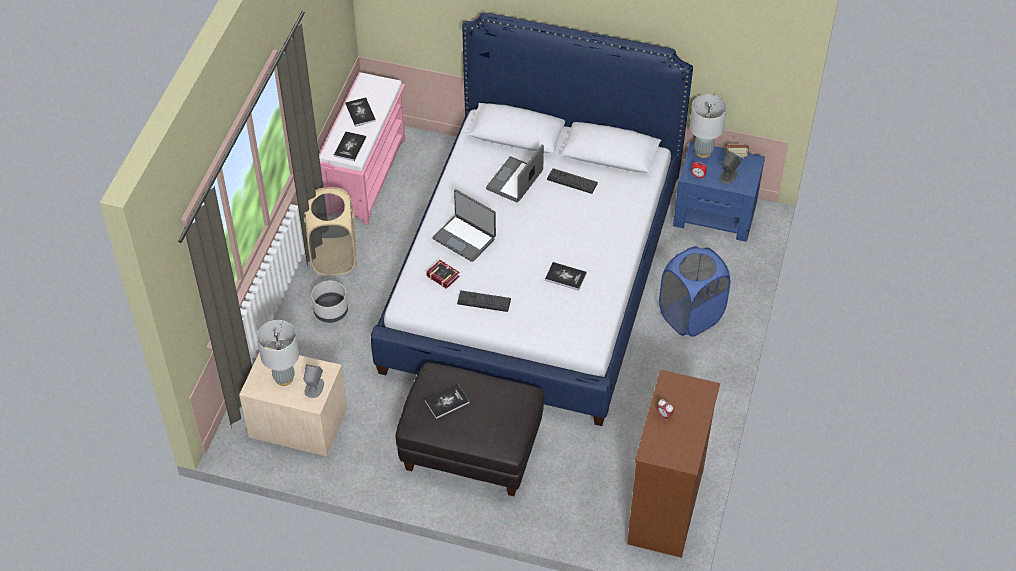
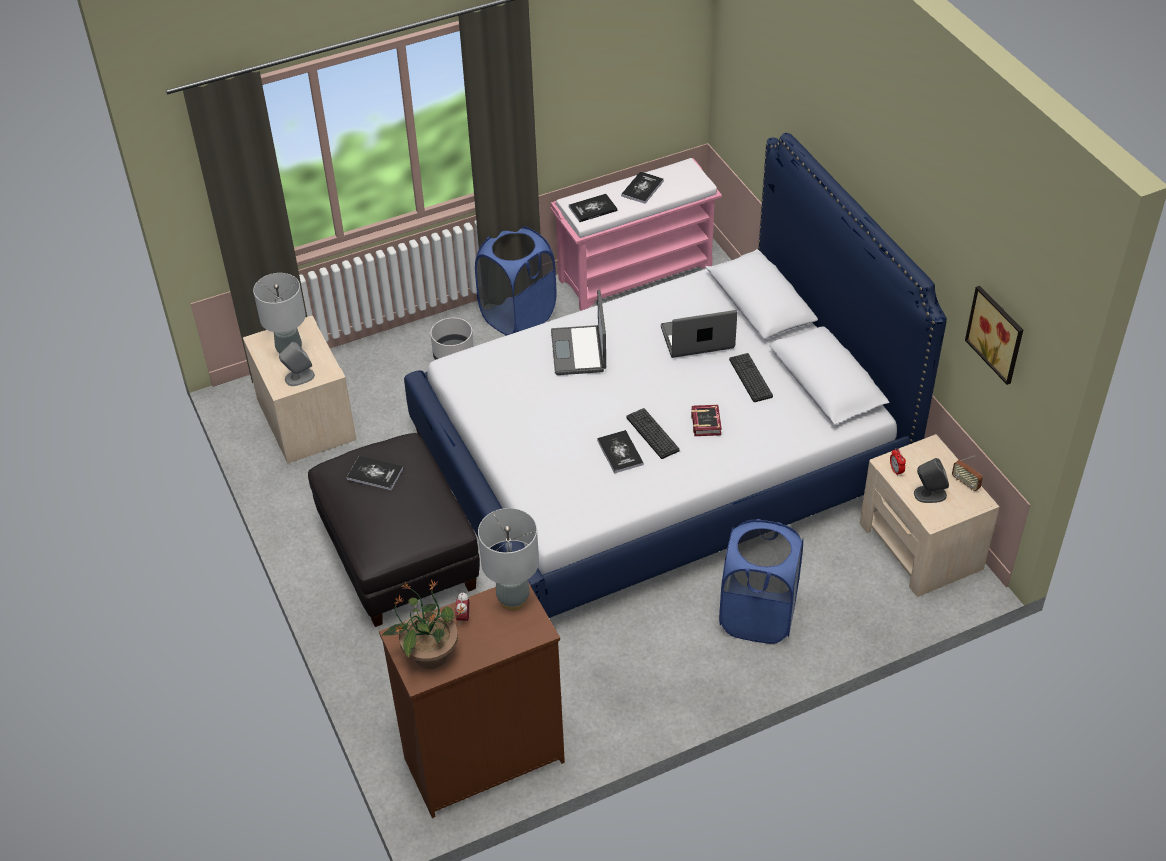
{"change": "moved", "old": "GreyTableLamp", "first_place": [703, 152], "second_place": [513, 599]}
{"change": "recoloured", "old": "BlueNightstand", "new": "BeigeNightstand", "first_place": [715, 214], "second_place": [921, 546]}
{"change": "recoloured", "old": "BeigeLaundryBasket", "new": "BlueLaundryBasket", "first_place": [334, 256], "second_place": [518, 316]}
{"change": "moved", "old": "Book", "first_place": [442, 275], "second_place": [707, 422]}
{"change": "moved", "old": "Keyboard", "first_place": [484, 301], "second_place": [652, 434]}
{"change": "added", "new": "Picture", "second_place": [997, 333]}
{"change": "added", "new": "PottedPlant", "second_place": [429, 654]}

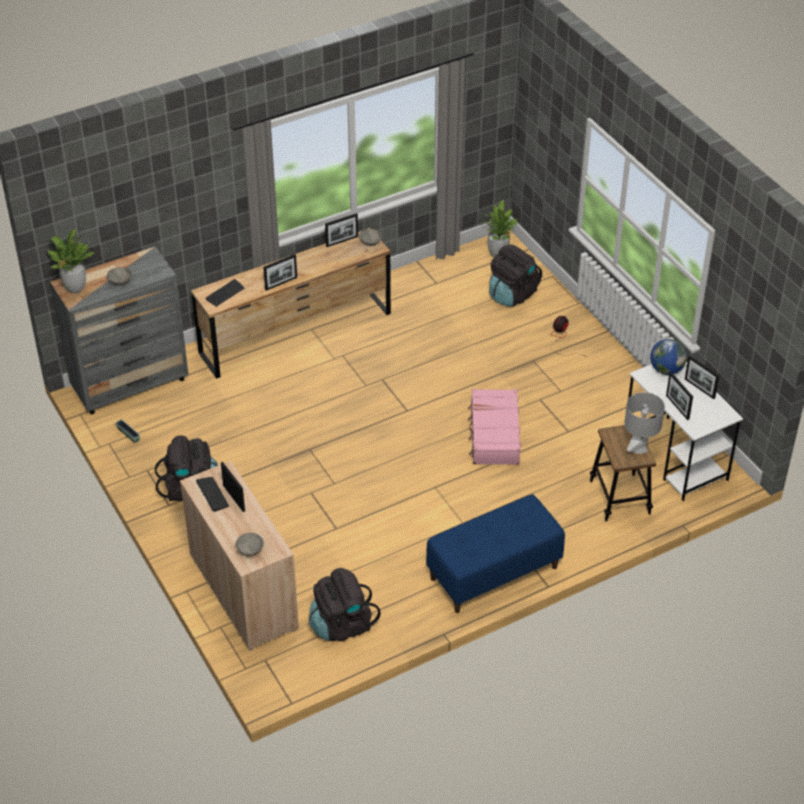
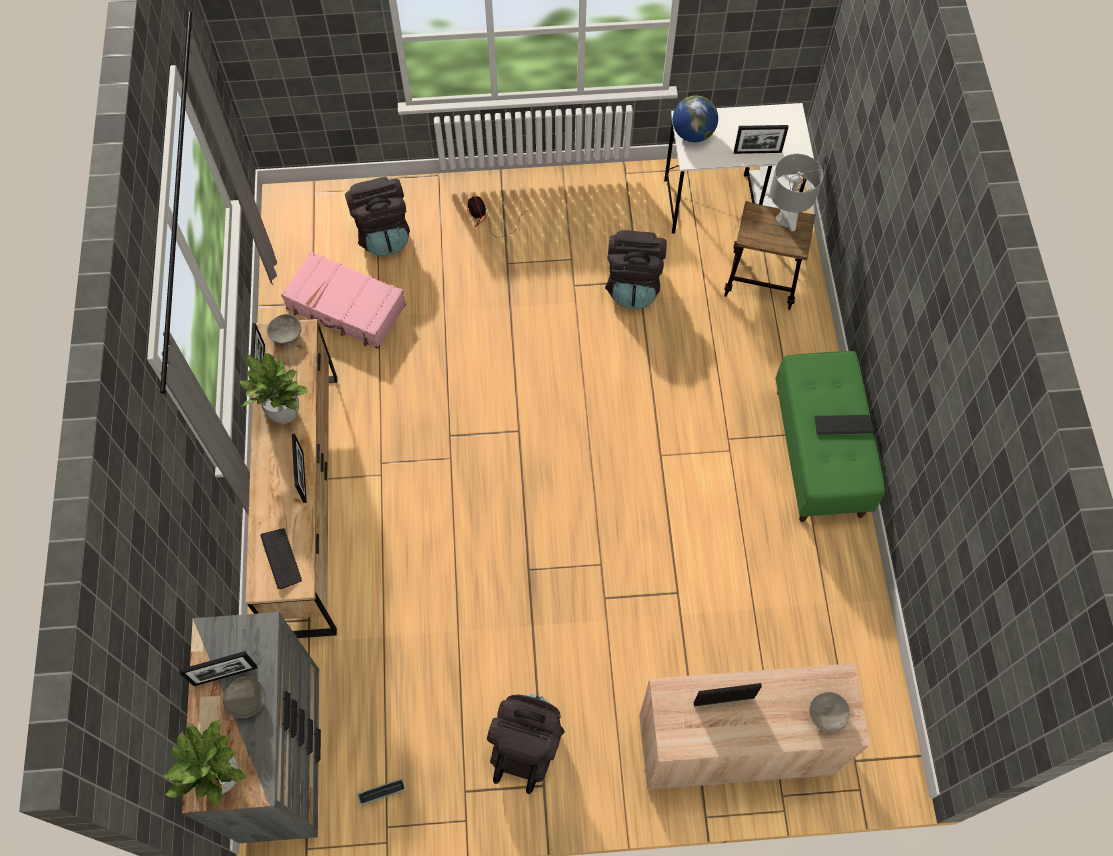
{"change": "moved", "old": "PottedPlant", "first_place": [497, 254], "second_place": [284, 413]}
{"change": "moved", "old": "PictureFrame", "first_place": [699, 388], "second_place": [225, 675]}
{"change": "moved", "old": "PinkSuitcase", "first_place": [494, 434], "second_place": [346, 308]}
{"change": "moved", "old": "Keyboard", "first_place": [212, 494], "second_place": [843, 425]}
{"change": "recoloured", "old": "BlueBench", "new": "GreenBench", "first_place": [493, 573], "second_place": [820, 453]}
{"change": "moved", "old": "BlackBackpack", "first_place": [342, 625], "second_place": [633, 284]}

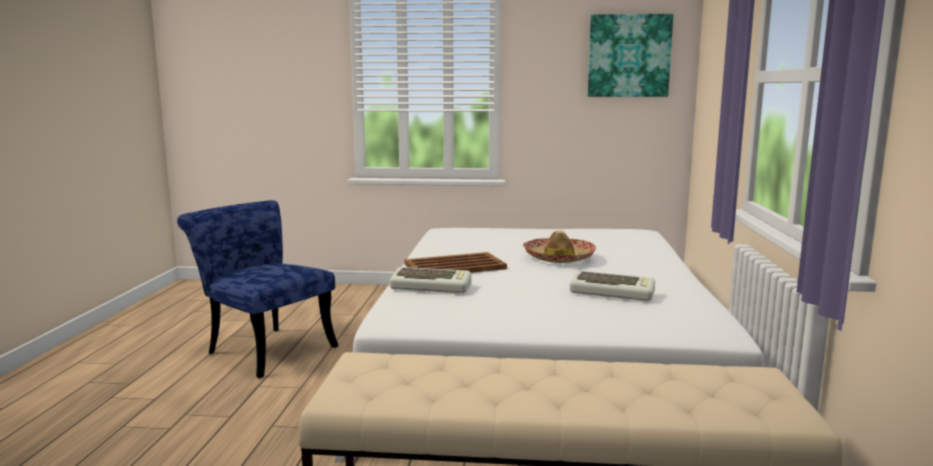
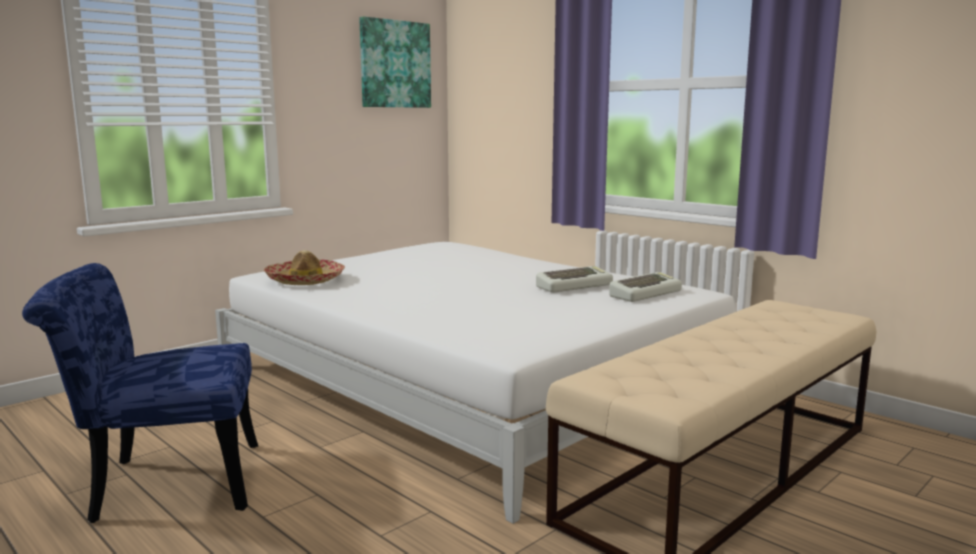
{"change": "moved", "old": "Hat", "first_place": [558, 258], "second_place": [305, 280]}
{"change": "removed", "old": "BrownTray", "first_place": [456, 266]}
{"change": "moved", "old": "Keyboard", "first_place": [432, 286], "second_place": [644, 293]}

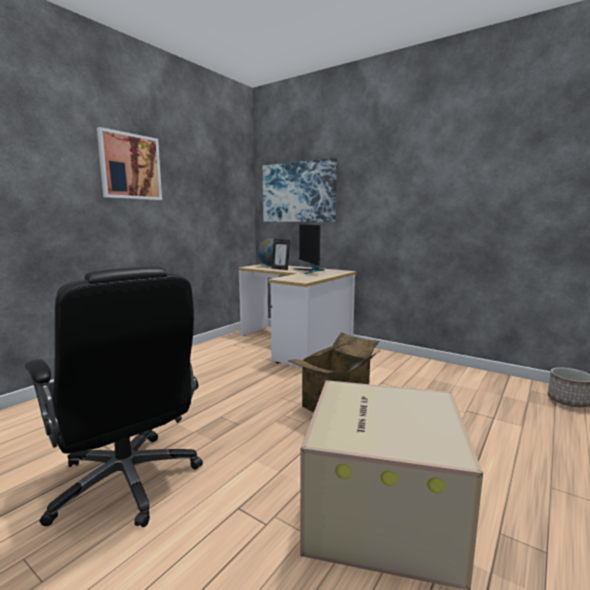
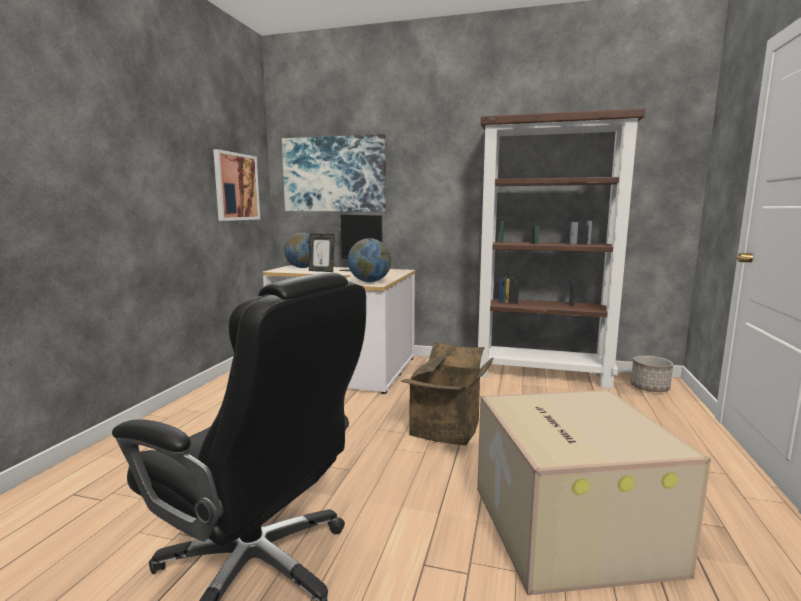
{"change": "moved", "old": "Picture", "first_place": [130, 166], "second_place": [236, 187]}
{"change": "added", "new": "BrownBookcase", "second_place": [543, 375]}
{"change": "added", "new": "Globe", "second_place": [369, 281]}

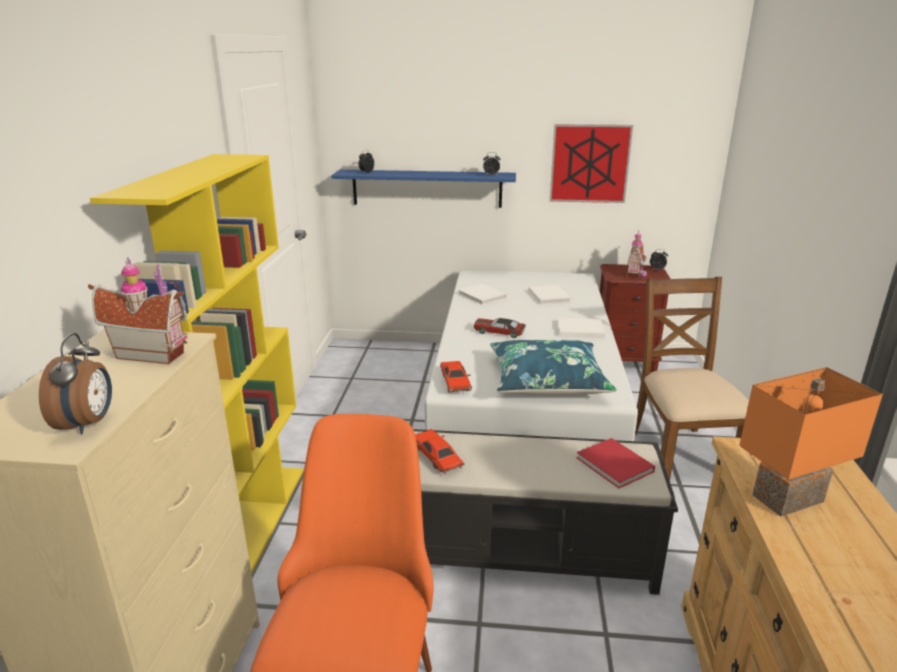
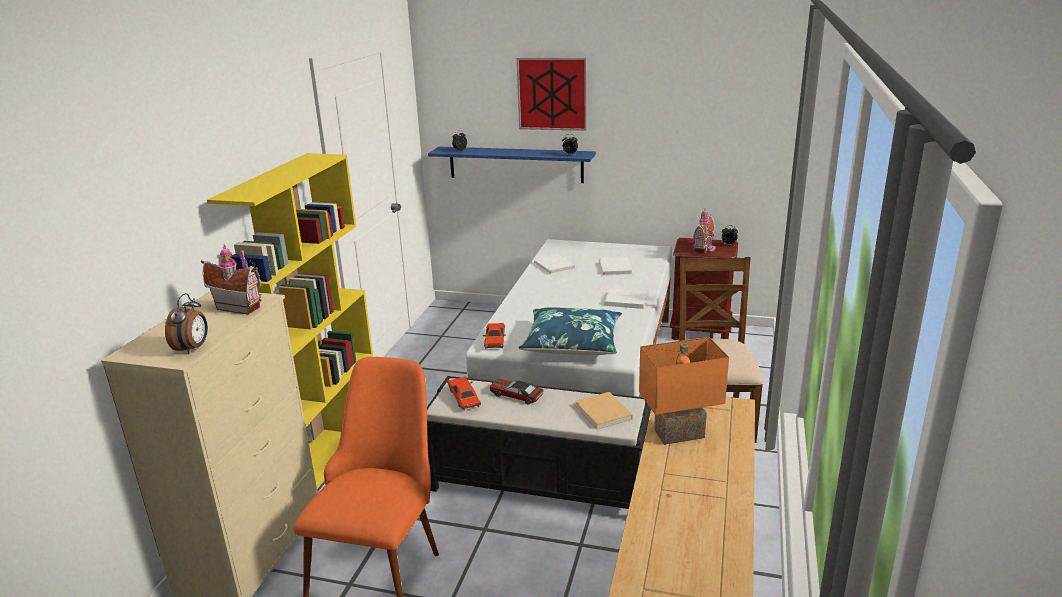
{"change": "moved", "old": "Picture", "first_place": [589, 163], "second_place": [552, 94]}
{"change": "moved", "old": "ToyCar", "first_place": [499, 332], "second_place": [516, 395]}
{"change": "recoloured", "old": "RedBook", "new": "BeigeBook", "first_place": [616, 466], "second_place": [604, 413]}

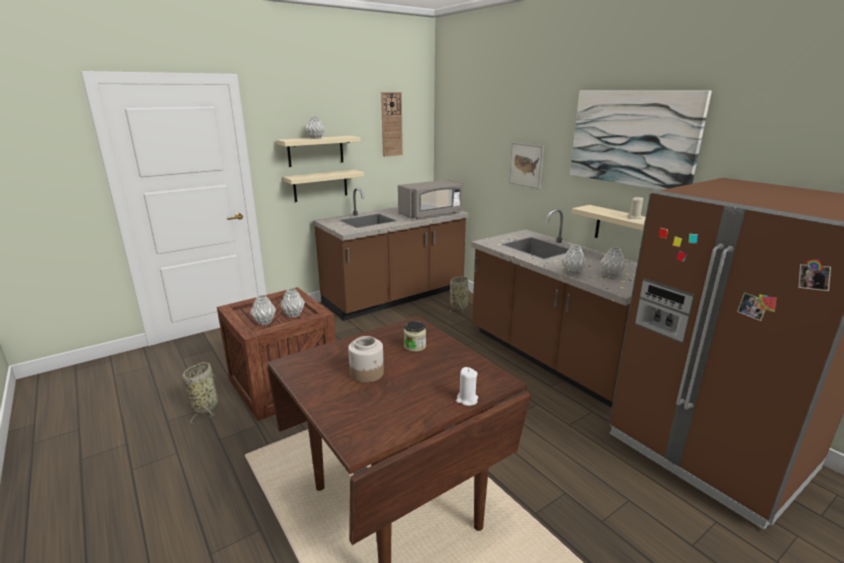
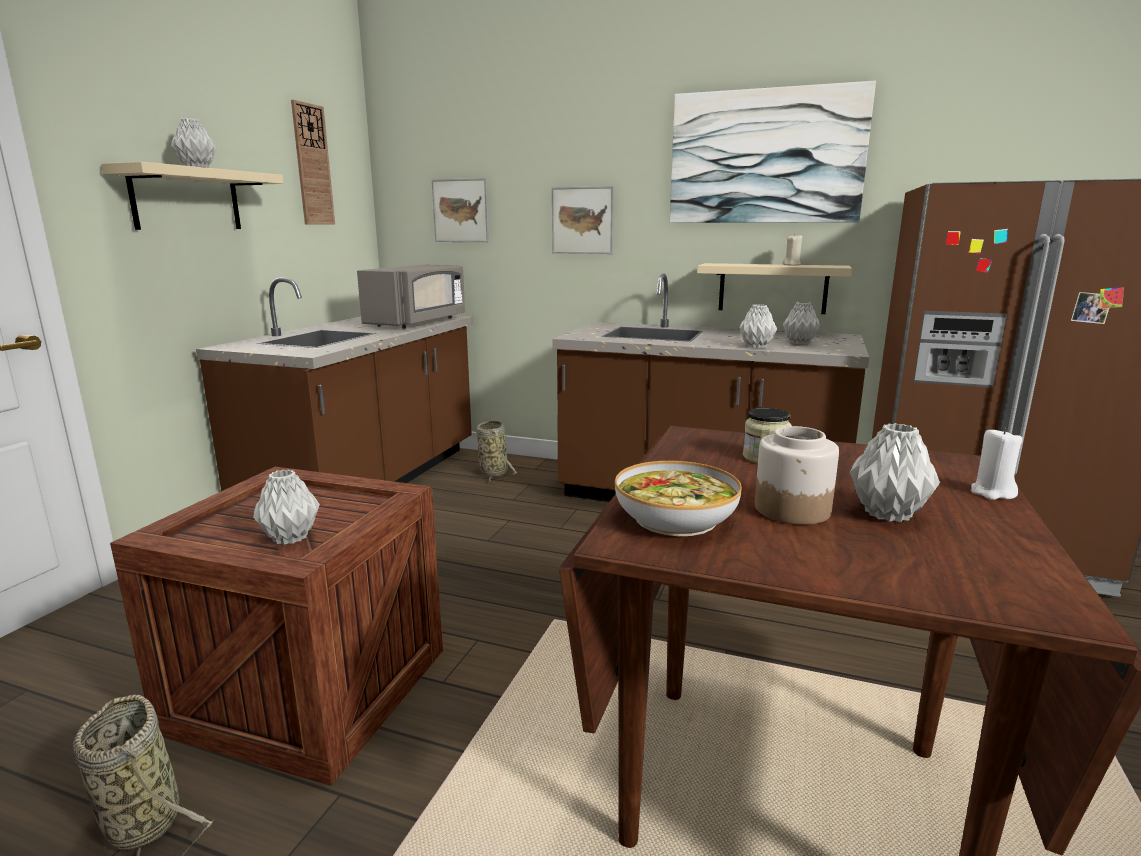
{"change": "removed", "old": "BeigeShelf", "first_place": [320, 185]}
{"change": "moved", "old": "GreyVase", "first_place": [293, 315], "second_place": [889, 514]}
{"change": "added", "new": "Picture", "second_place": [461, 210]}
{"change": "added", "new": "Bowl", "second_place": [675, 517]}

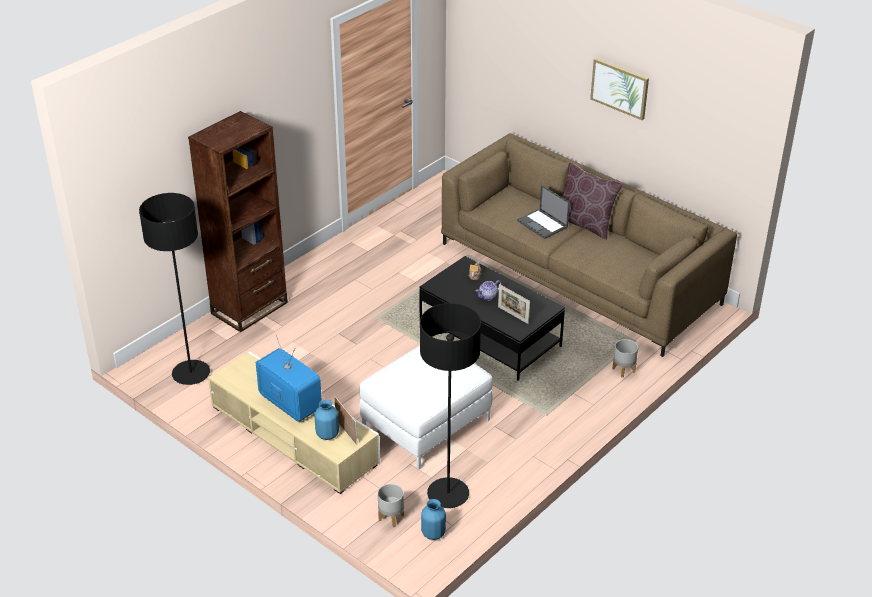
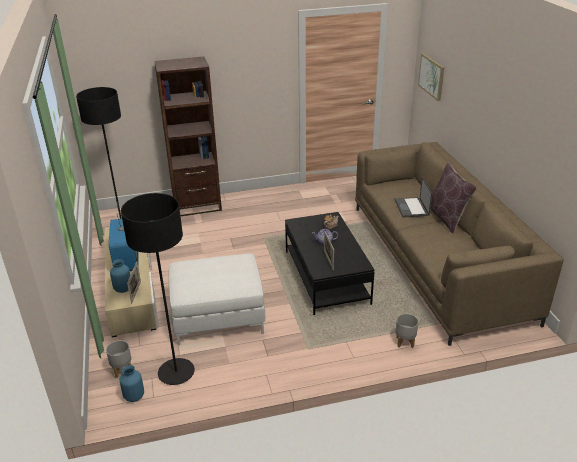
{"change": "moved", "old": "Picture", "first_place": [620, 88], "second_place": [431, 76]}

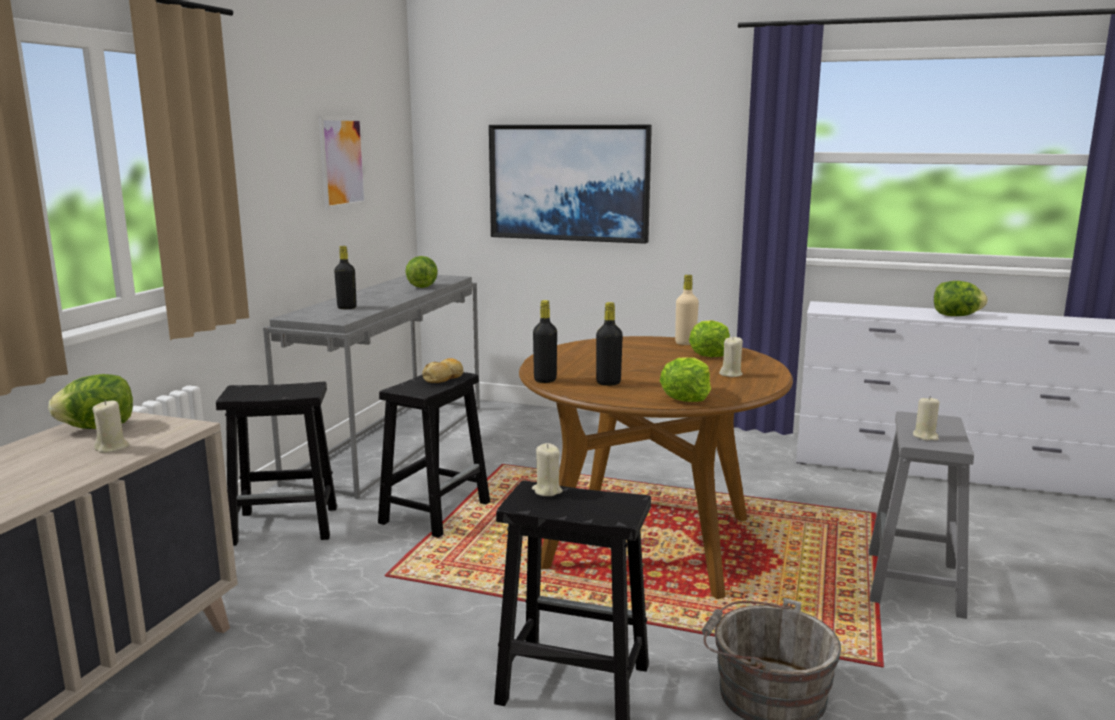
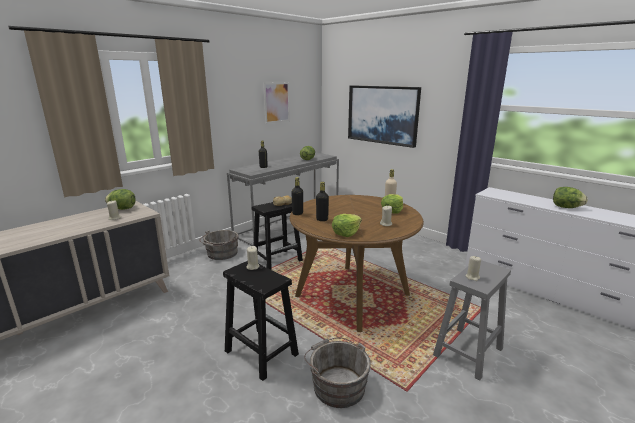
{"change": "replaced", "old": "BlackStool", "new": "GreyBucket", "first_place": [287, 525], "second_place": [221, 254]}

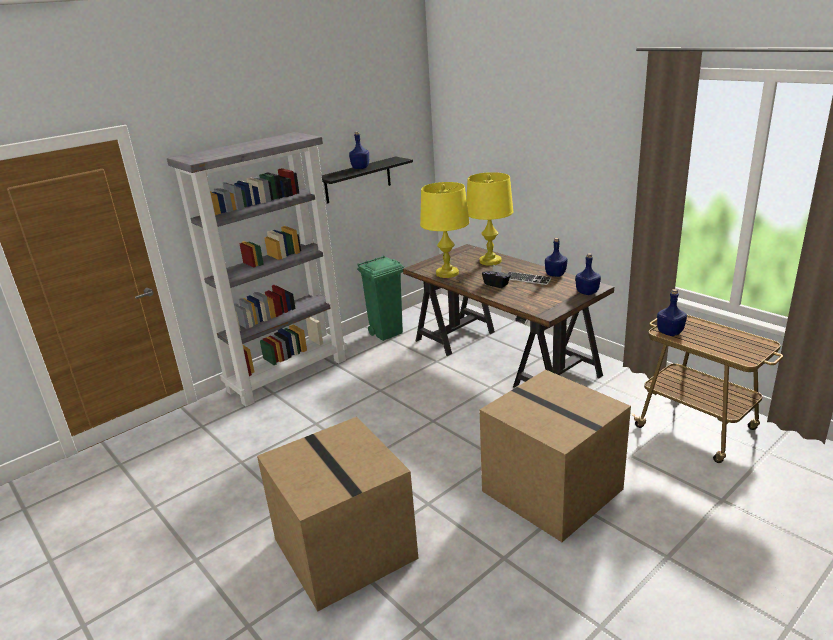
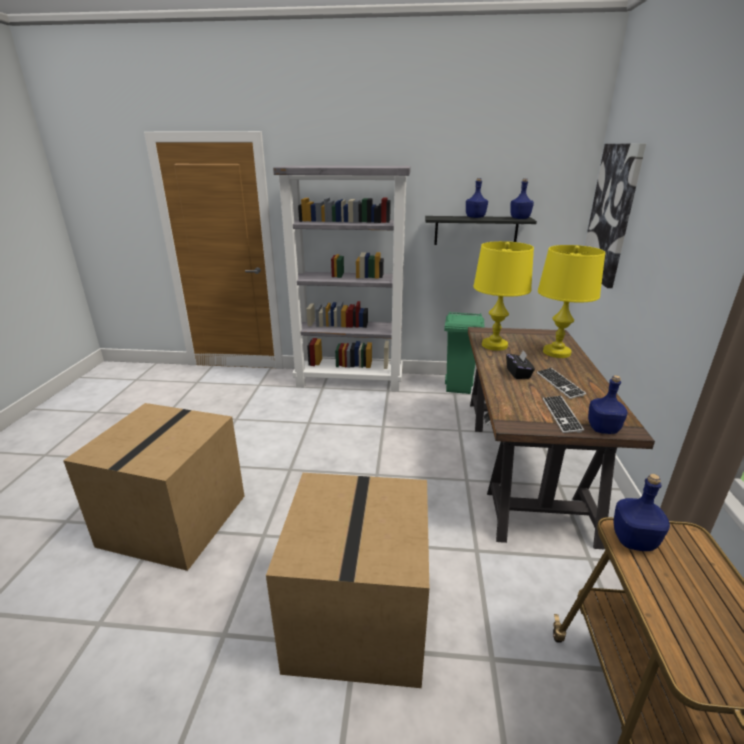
{"change": "moved", "old": "BlueBottle", "first_place": [555, 274], "second_place": [519, 218]}
{"change": "added", "new": "Picture", "second_place": [611, 214]}
{"change": "added", "new": "Keyboard", "second_place": [561, 415]}

